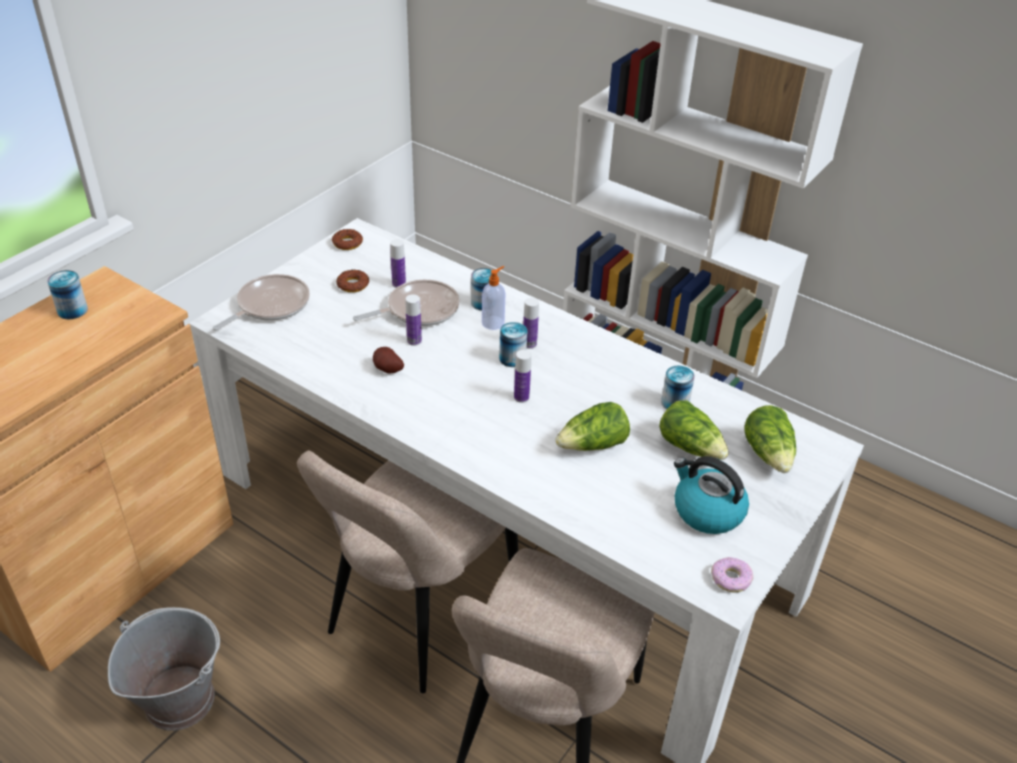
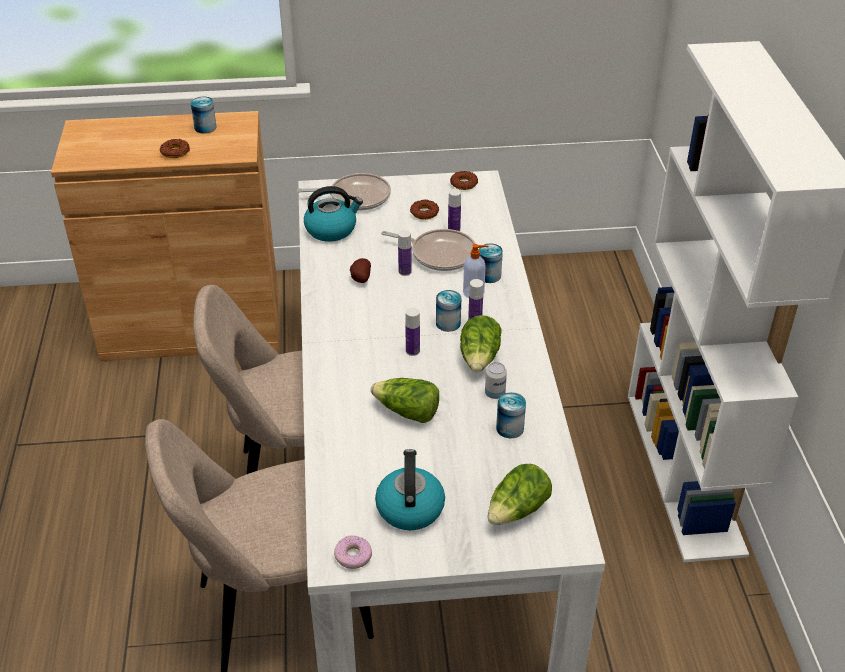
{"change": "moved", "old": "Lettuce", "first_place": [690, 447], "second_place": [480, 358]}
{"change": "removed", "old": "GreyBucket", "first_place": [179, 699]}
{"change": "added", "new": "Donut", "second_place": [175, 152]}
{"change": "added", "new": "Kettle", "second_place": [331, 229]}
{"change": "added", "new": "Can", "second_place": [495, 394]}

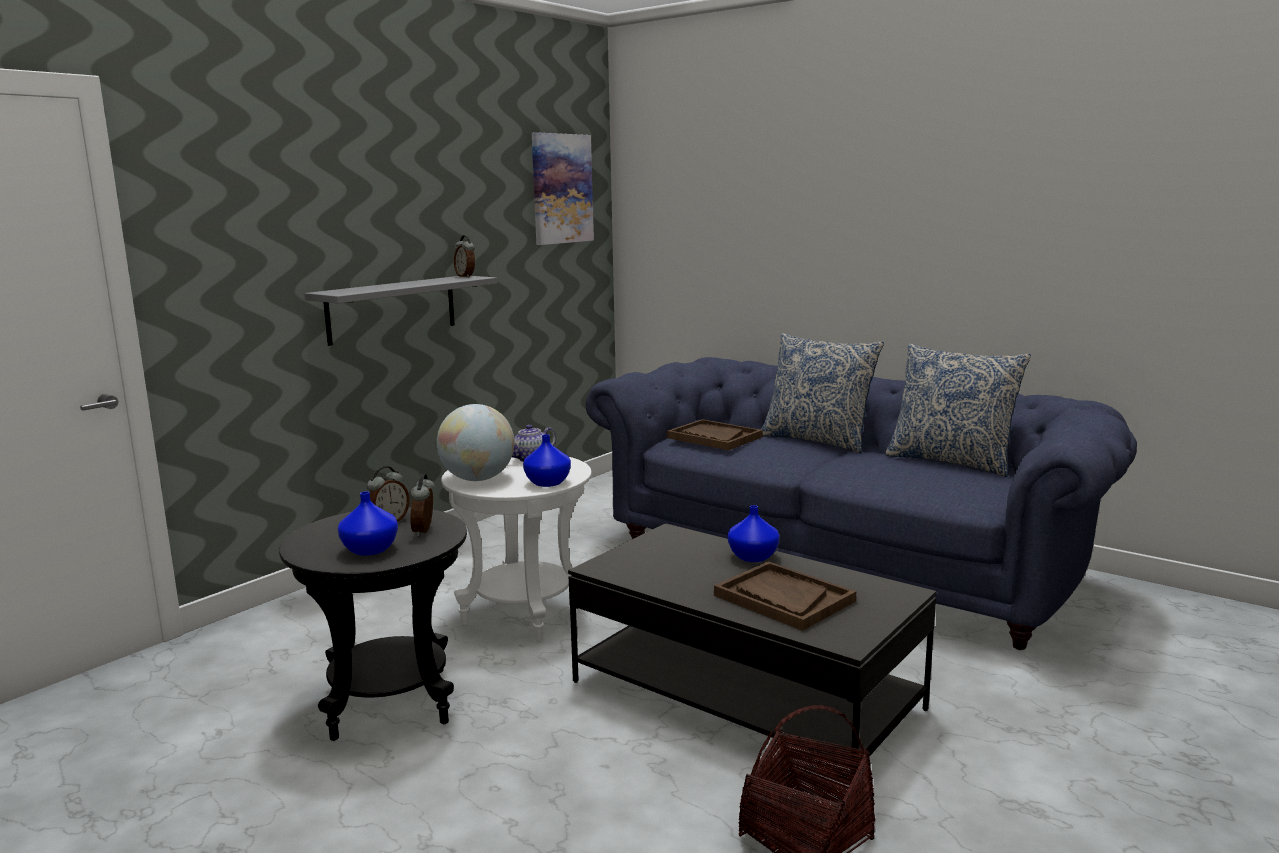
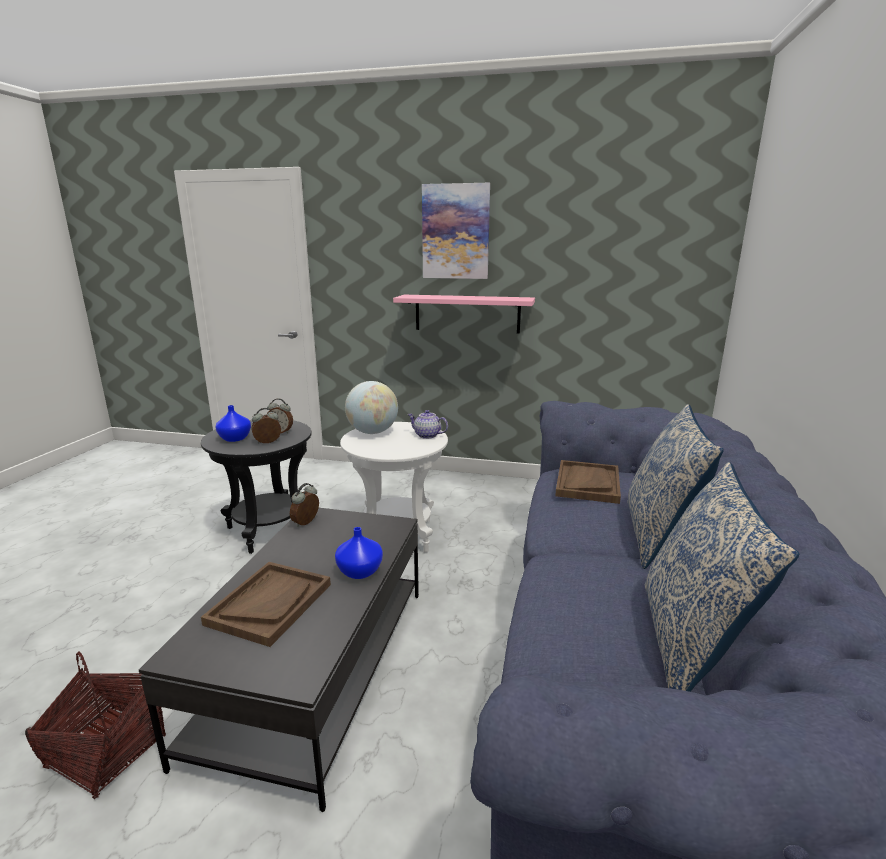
{"change": "moved", "old": "Picture", "first_place": [561, 189], "second_place": [455, 232]}
{"change": "moved", "old": "AlarmClock", "first_place": [466, 277], "second_place": [307, 523]}
{"change": "recoloured", "old": "GreyShelf", "new": "PinkShelf", "first_place": [392, 309], "second_place": [467, 313]}
{"change": "removed", "old": "BlueVase", "first_place": [547, 483]}

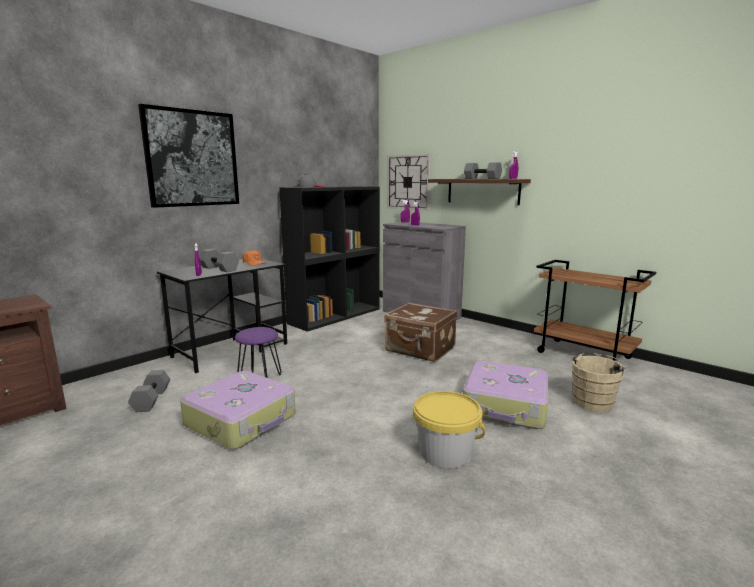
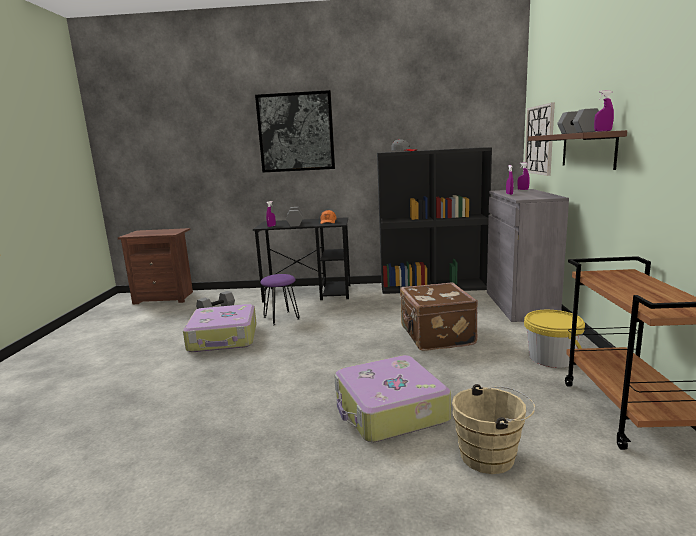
{"change": "moved", "old": "YellowBucket", "first_place": [445, 453], "second_place": [551, 358]}

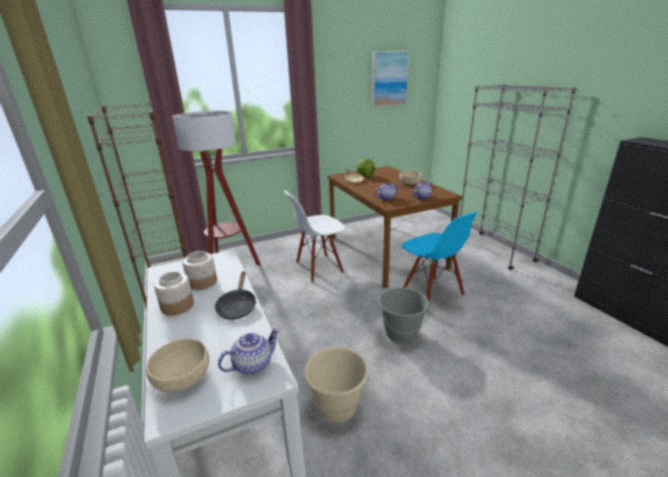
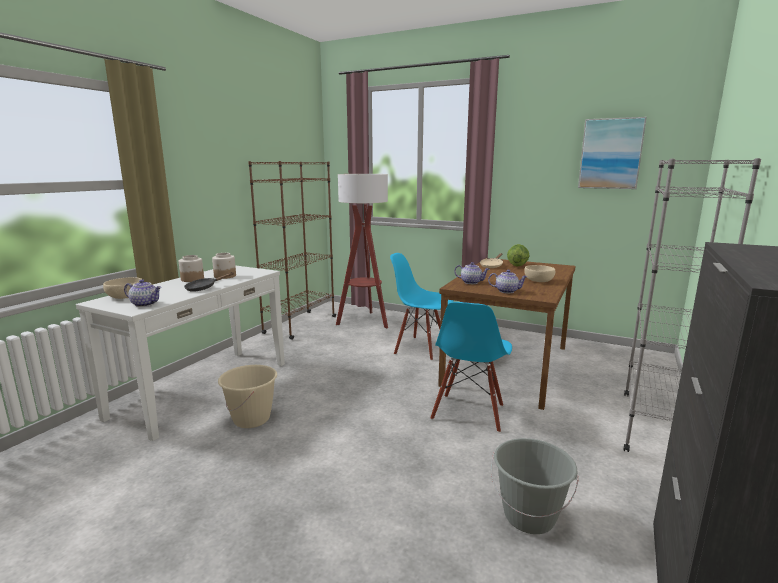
{"change": "recoloured", "old": "WhiteChair", "new": "BlueChair", "first_place": [319, 268], "second_place": [421, 348]}
{"change": "moved", "old": "GreyBucket", "first_place": [401, 334], "second_place": [529, 516]}

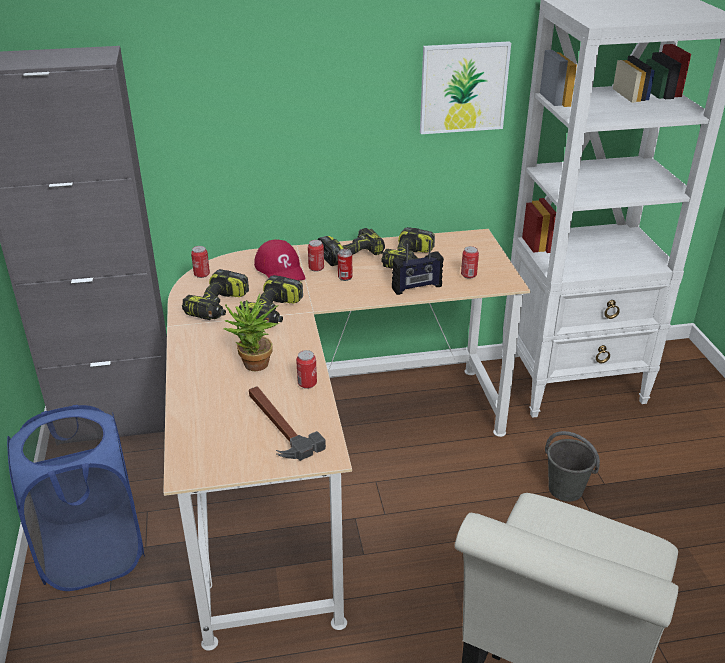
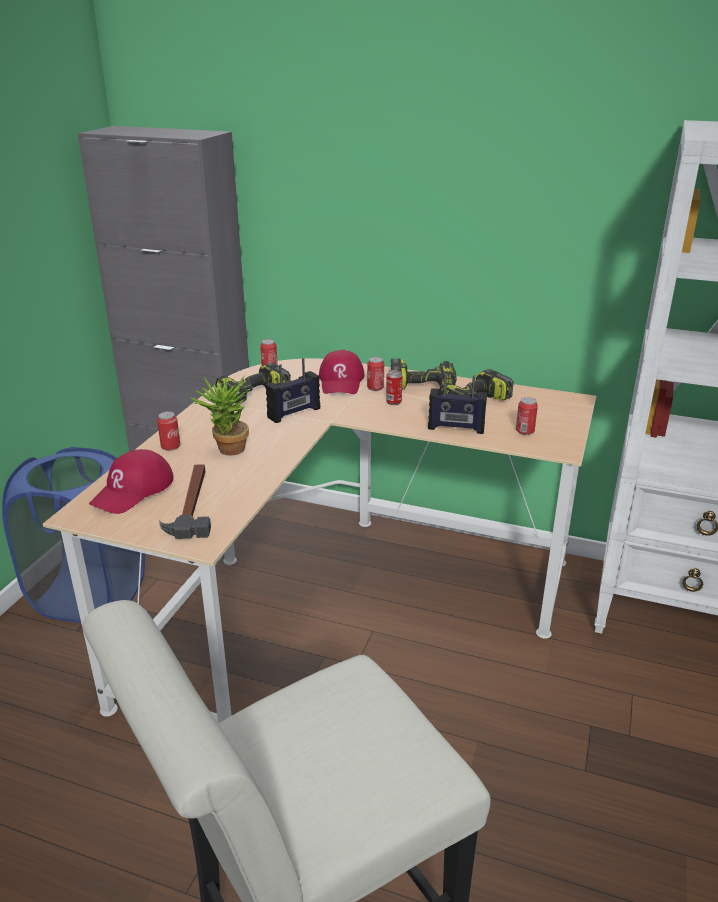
{"change": "removed", "old": "Picture", "first_place": [463, 87]}
{"change": "replaced", "old": "PowerDrill", "new": "Radio", "first_place": [273, 313], "second_place": [294, 413]}
{"change": "moved", "old": "Can", "first_place": [307, 383], "second_place": [170, 447]}
{"change": "removed", "old": "GreyBucket", "first_place": [566, 489]}
{"change": "added", "new": "RedCap", "second_place": [133, 490]}

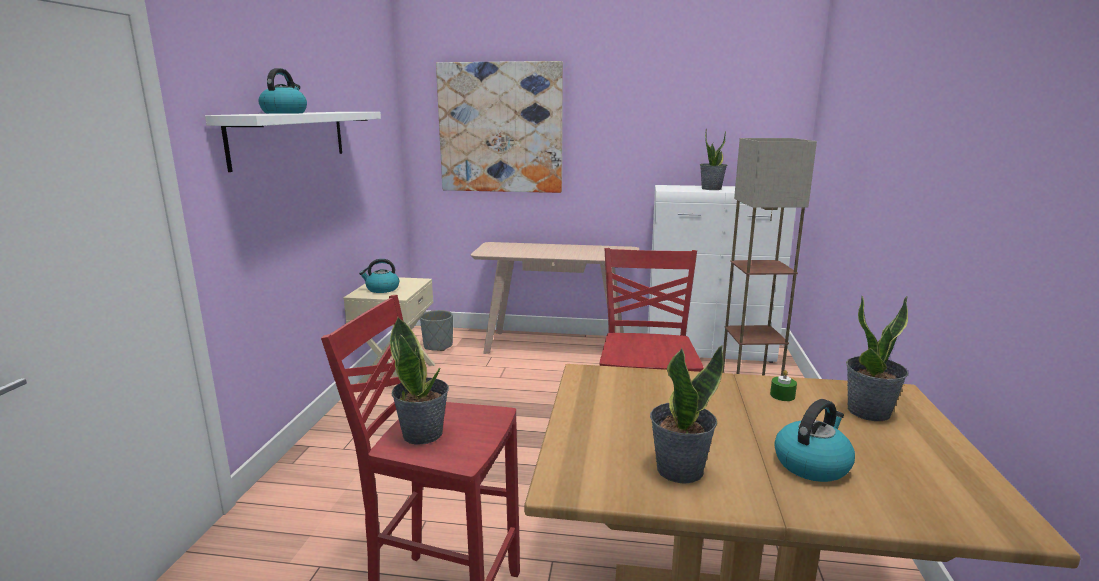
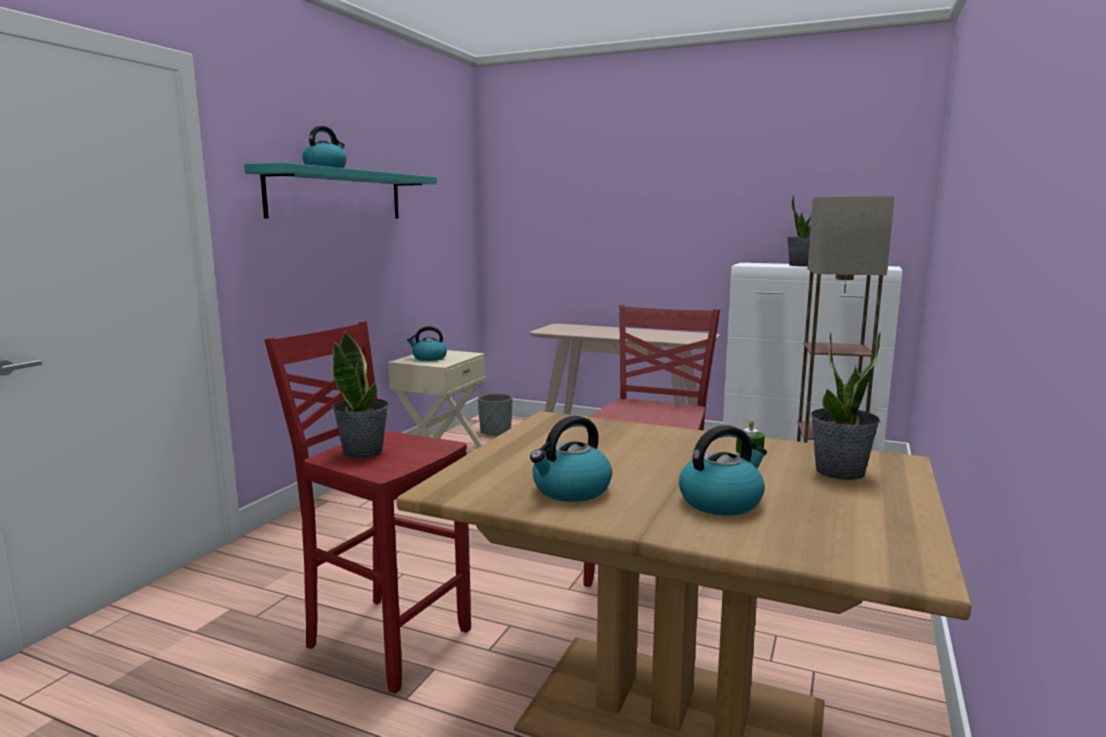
{"change": "removed", "old": "Picture", "first_place": [500, 128]}
{"change": "recoloured", "old": "WhiteShelf", "new": "TurquoiseShelf", "first_place": [290, 137], "second_place": [337, 195]}
{"change": "replaced", "old": "PottedPlant", "new": "Kettle", "first_place": [679, 469], "second_place": [571, 490]}

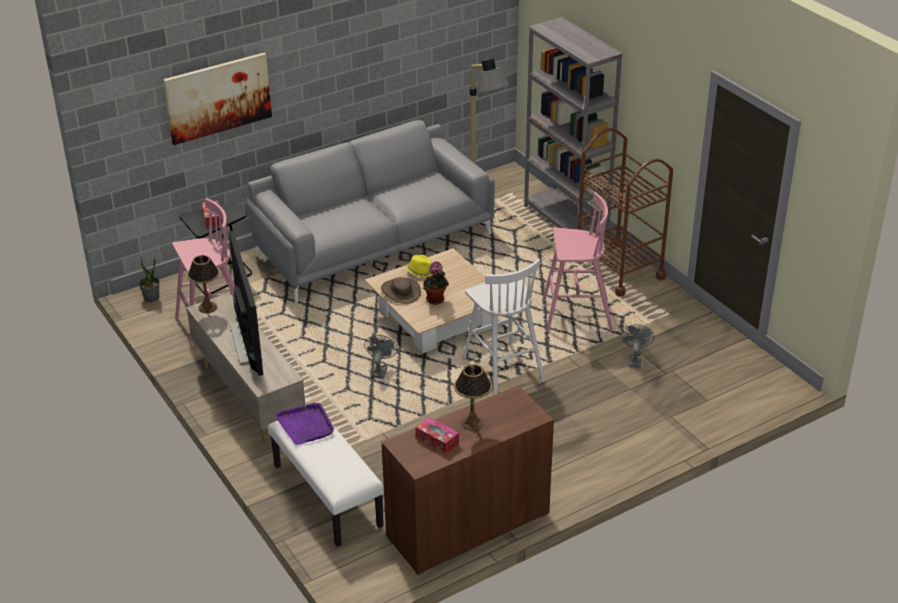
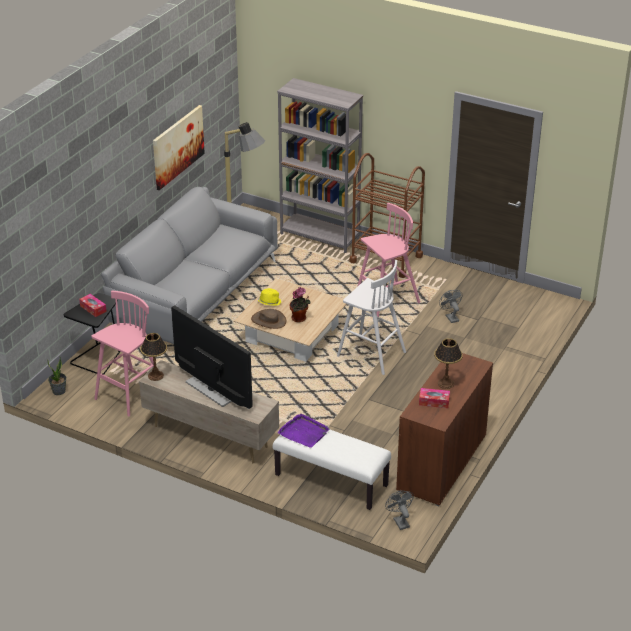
{"change": "moved", "old": "Picture", "first_place": [218, 97], "second_place": [178, 146]}
{"change": "moved", "old": "GreyFan", "first_place": [380, 370], "second_place": [399, 521]}

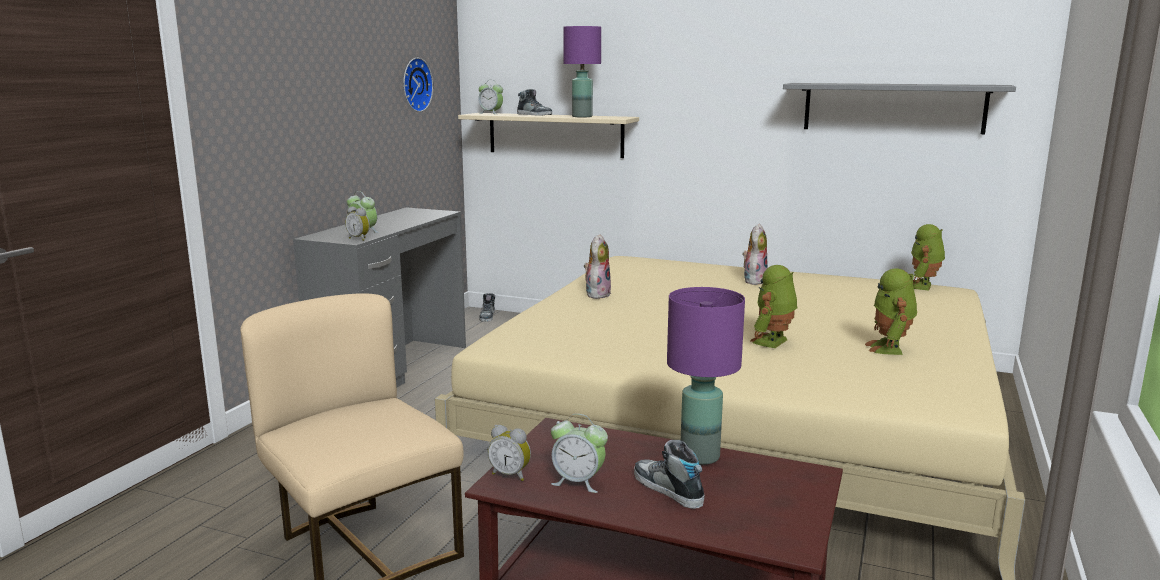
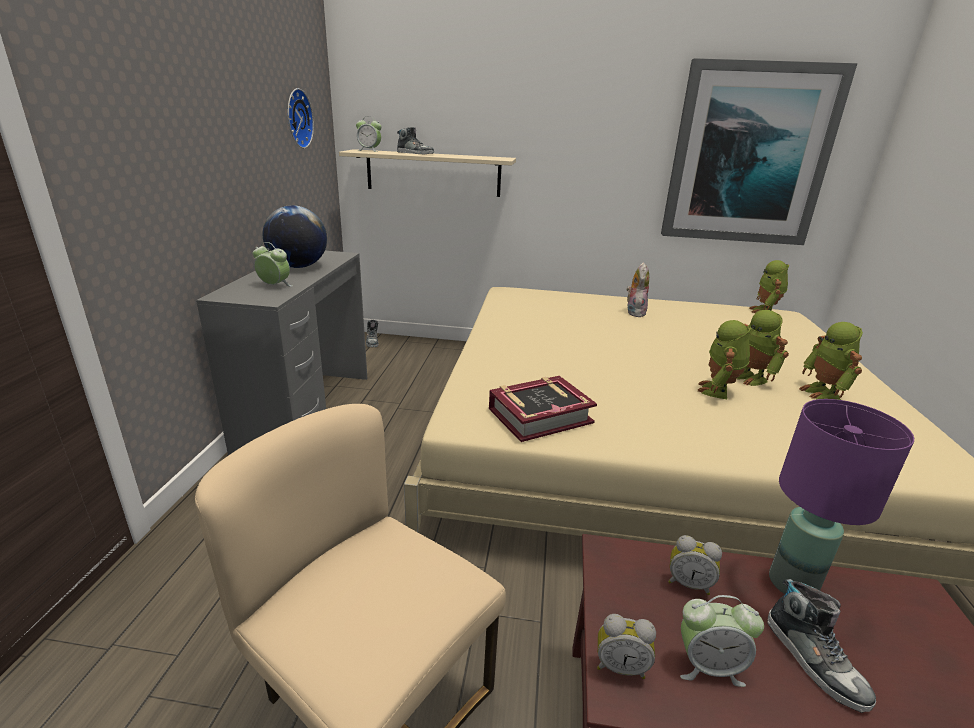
{"change": "removed", "old": "PurpleTableLamp", "first_place": [582, 116]}
{"change": "replaced", "old": "GreyShelf", "new": "Picture", "first_place": [893, 107], "second_place": [748, 155]}
{"change": "moved", "old": "AlarmClock", "first_place": [359, 239], "second_place": [688, 583]}
{"change": "removed", "old": "PlushToy", "first_place": [597, 294]}
{"change": "turned", "old": "Shoe", "first_place": [668, 489], "second_place": [814, 660], "degrees": -150}
{"change": "added", "new": "Globe", "second_place": [298, 267]}
{"change": "added", "new": "ToyRobot", "second_place": [751, 378]}
{"change": "added", "new": "Book", "second_place": [540, 415]}

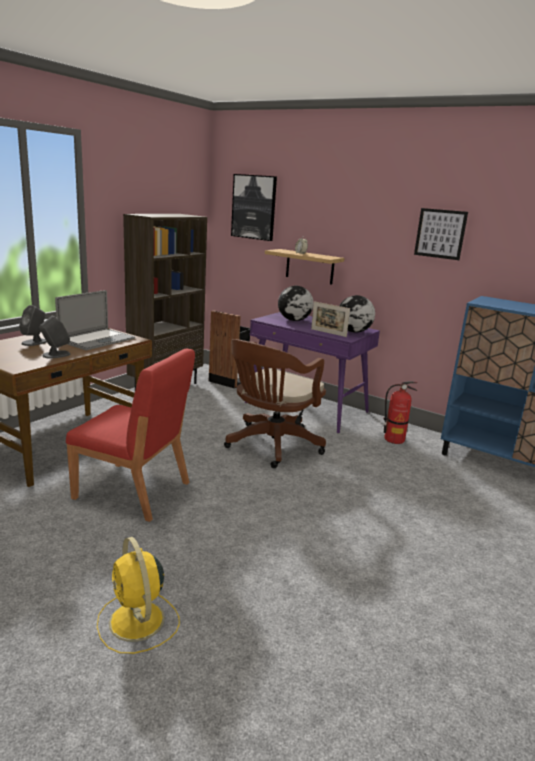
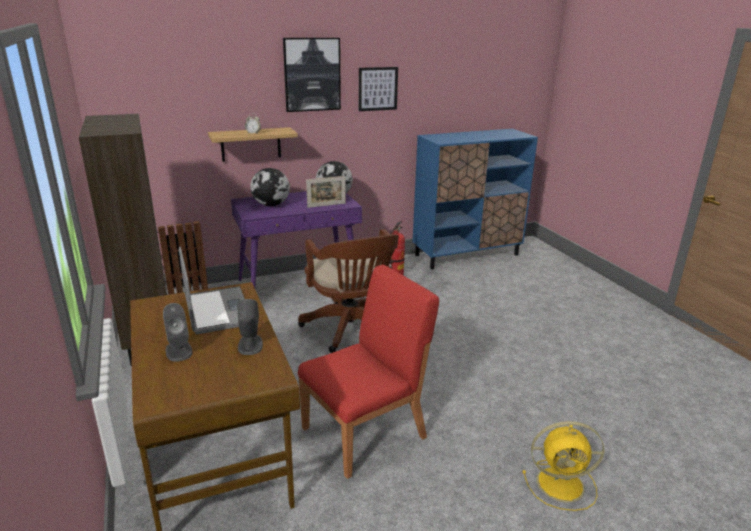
{"change": "moved", "old": "Picture", "first_place": [254, 207], "second_place": [312, 74]}

